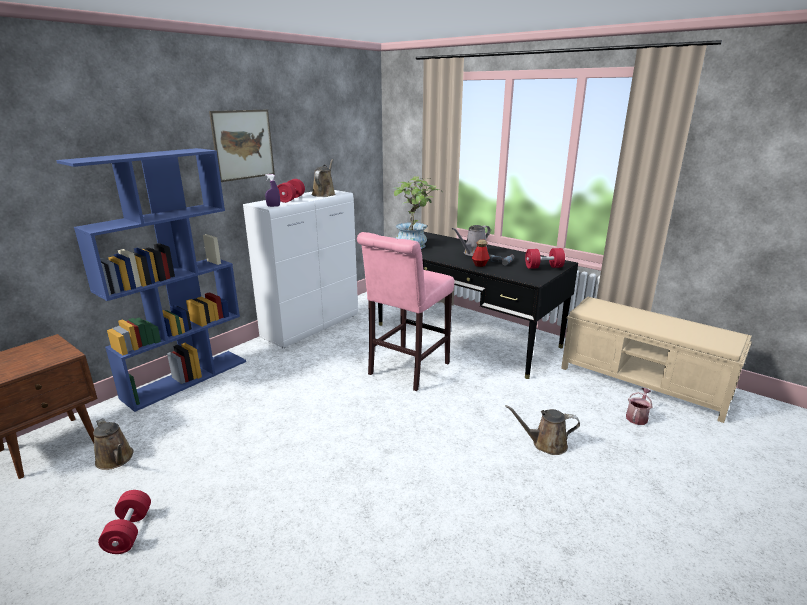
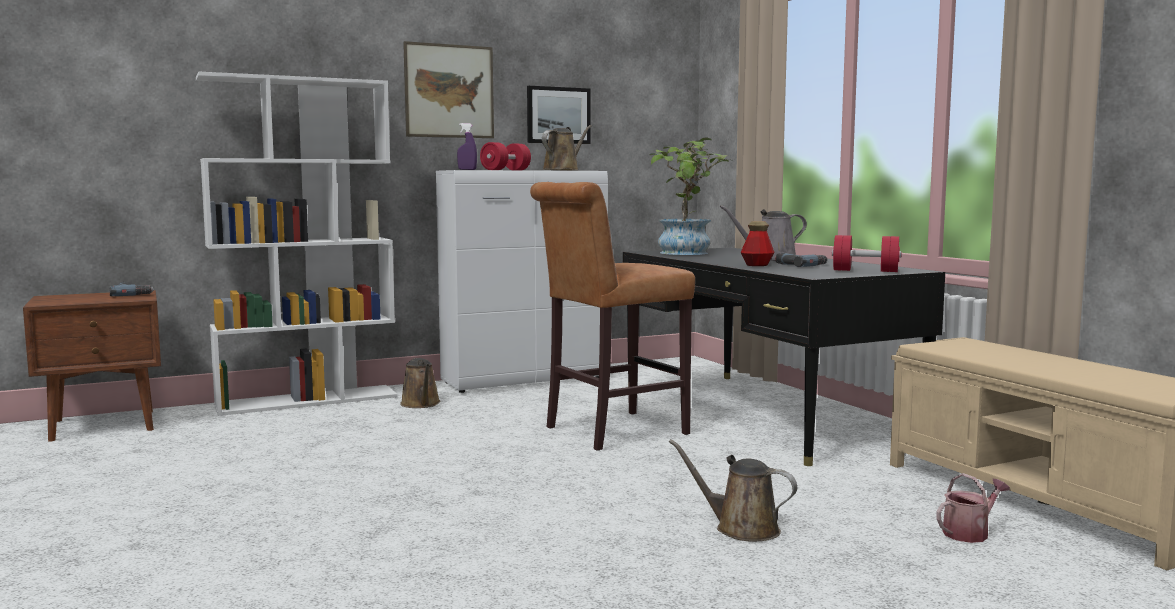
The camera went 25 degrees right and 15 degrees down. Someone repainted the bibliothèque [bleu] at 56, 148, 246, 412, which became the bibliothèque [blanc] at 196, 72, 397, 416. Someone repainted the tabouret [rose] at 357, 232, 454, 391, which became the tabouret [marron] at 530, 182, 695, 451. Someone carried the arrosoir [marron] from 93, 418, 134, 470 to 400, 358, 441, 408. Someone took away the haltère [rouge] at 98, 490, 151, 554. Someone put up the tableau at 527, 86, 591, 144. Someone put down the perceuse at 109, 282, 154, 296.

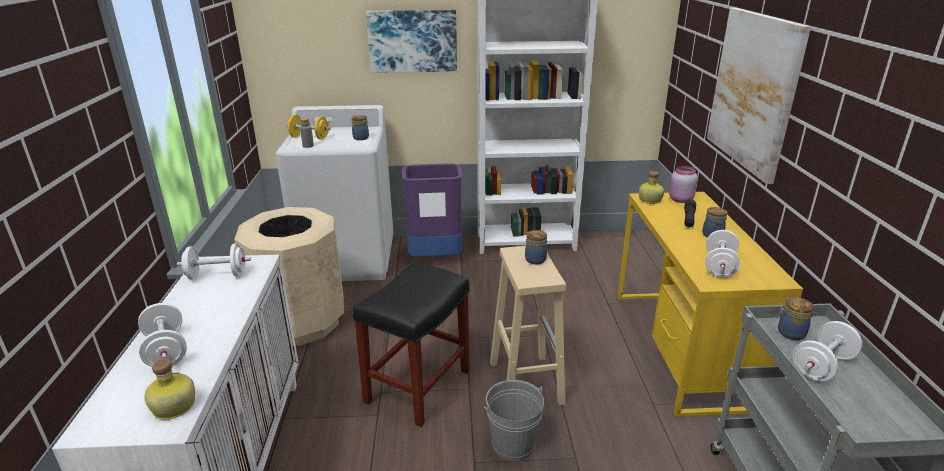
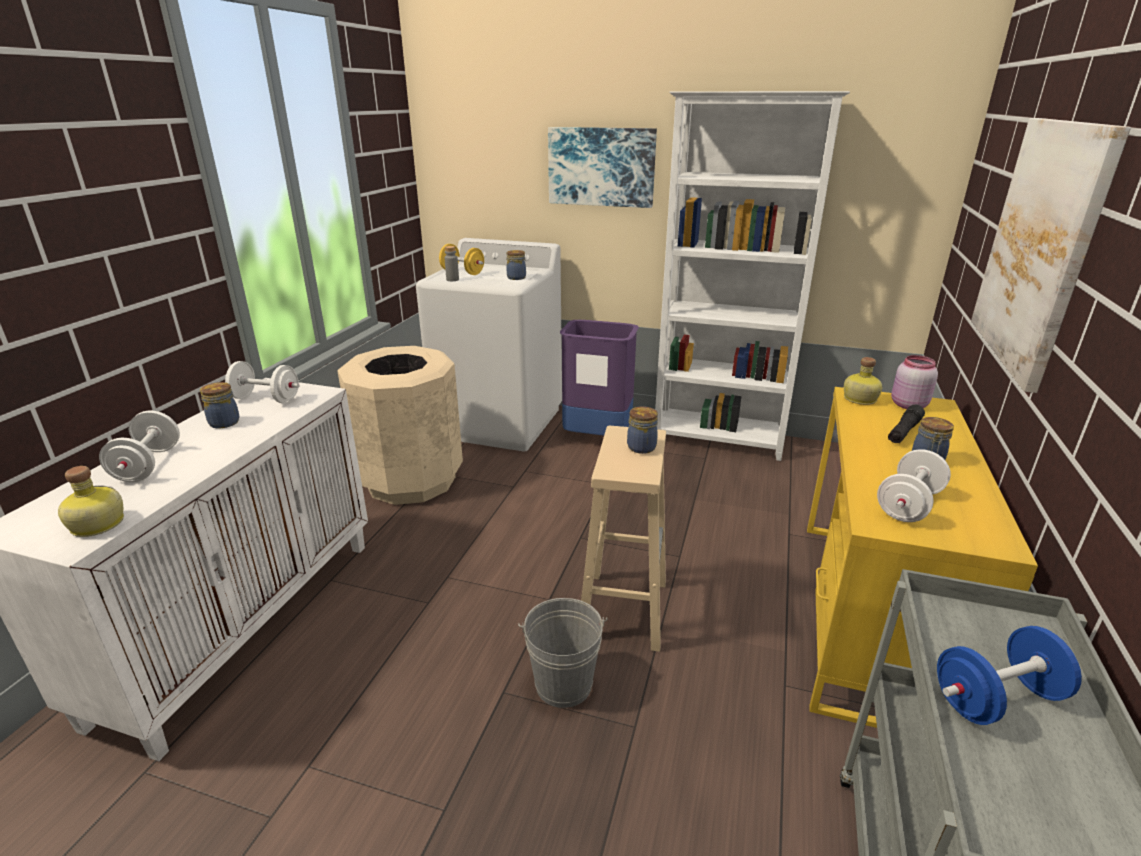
The camera went 20 degrees right and 0 degrees up. Someone took away the tabouret [noir] at 353, 262, 470, 427. Someone carried the bocal from 776, 297, 814, 340 to 200, 382, 239, 428. Someone repainted the haltère [blanc] at 793, 321, 863, 381, which became the haltère [bleu] at 937, 626, 1082, 725.

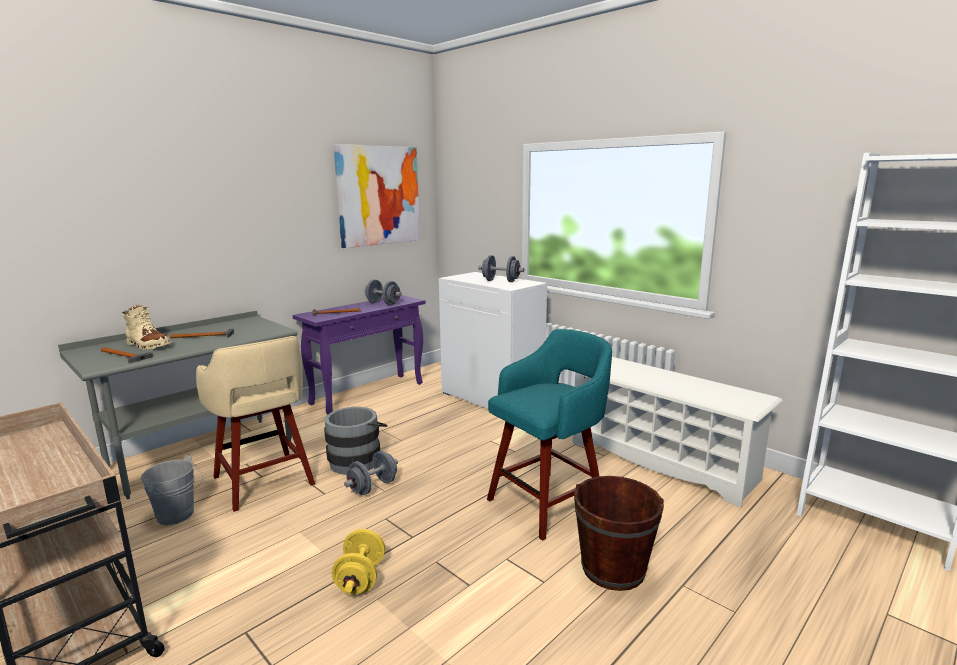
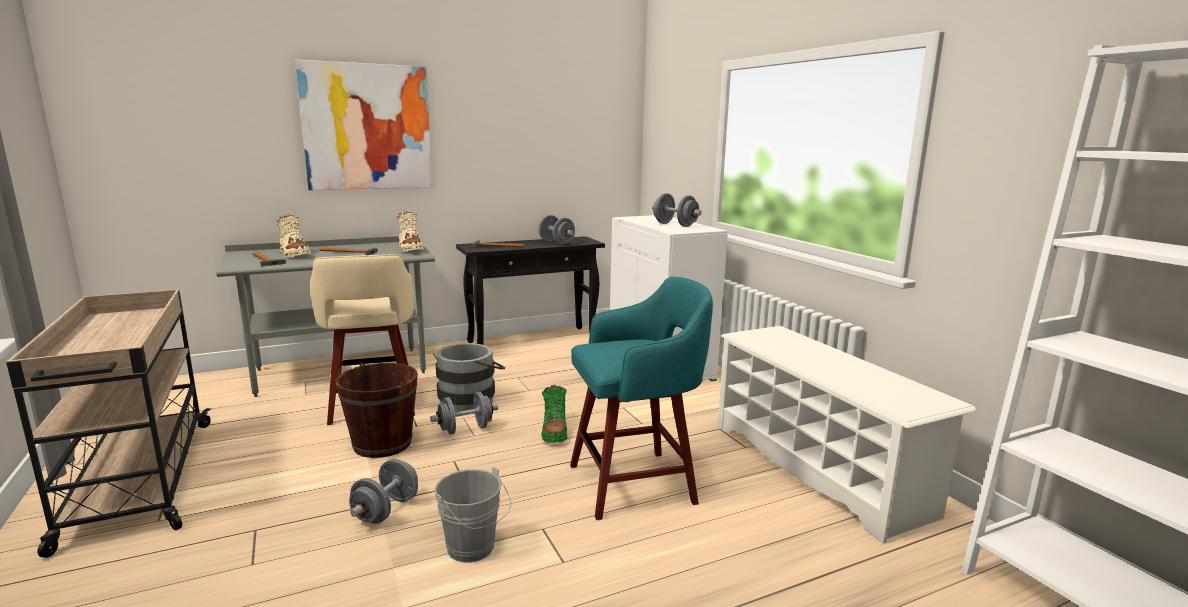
The camera went 20 degrees right and 0 degrees up. Someone carried the tableau from 334, 144, 420, 248 to 295, 60, 432, 190. Someone repainted the table console [violet] at 293, 295, 426, 414, which became the table console [noir] at 456, 236, 605, 345. Someone carried the seau [gris] from 141, 455, 203, 525 to 434, 467, 511, 563. Someone carried the seau [marron] from 574, 476, 664, 591 to 336, 363, 418, 458. Someone repainted the haltère [jaune] at 331, 529, 385, 595, which became the haltère [gris] at 349, 459, 418, 524. Someone put down the botte [beige] at 396, 211, 424, 253. Someone put down the botte [vert] at 542, 385, 567, 443.

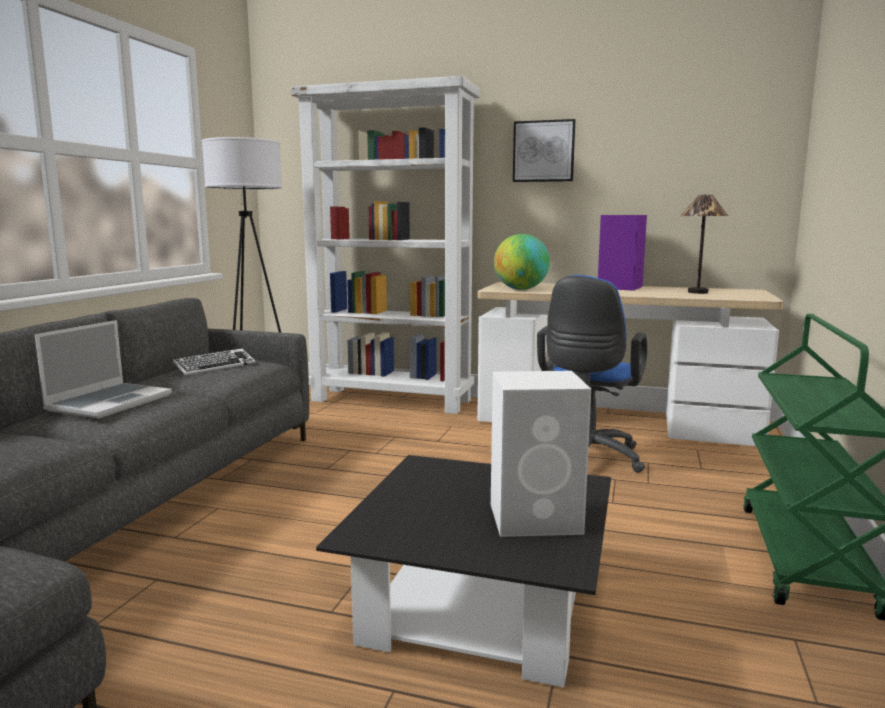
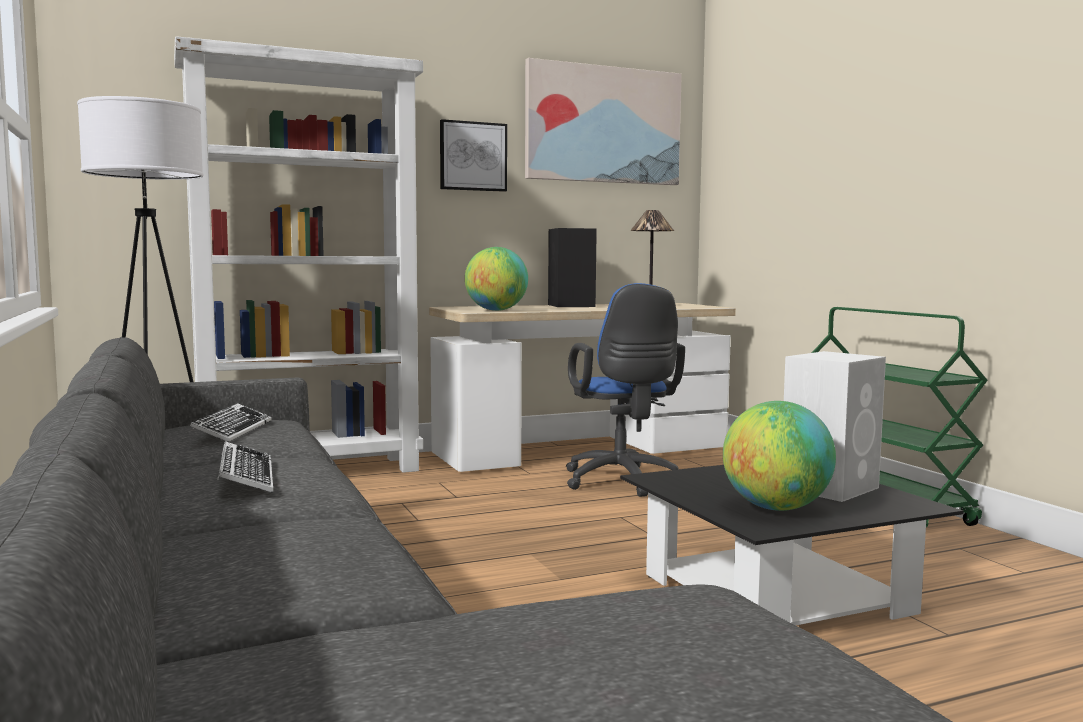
The camera went 40 degrees left and 5 degrees down. Someone repainted the enceinte [violet] at 598, 215, 647, 291, which became the enceinte [noir] at 548, 228, 597, 307. Someone swapped the ordinateur portable at 35, 320, 172, 419 for the clavier at 217, 441, 273, 493. Someone put up the tableau at 525, 58, 682, 185. Someone put down the globe at 723, 401, 836, 511.

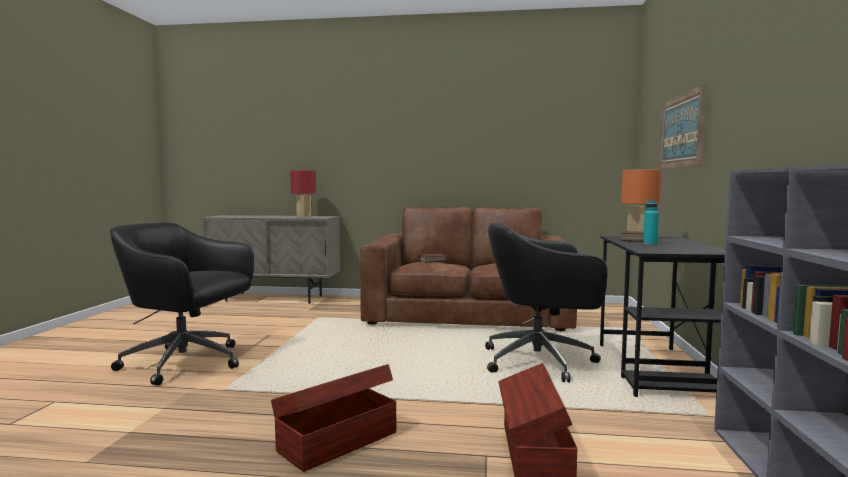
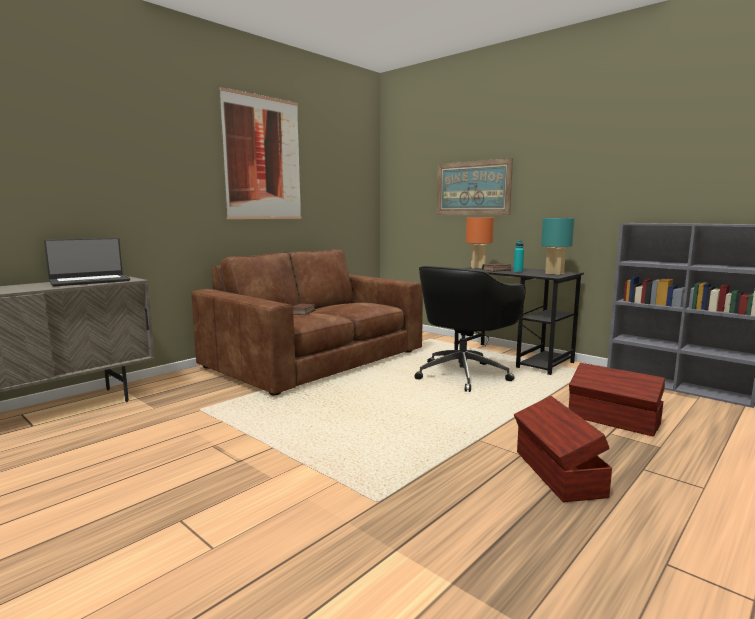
The camera went 55 degrees left and 5 degrees up. Someone swapped the lampe de table [rouge] at 290, 170, 316, 217 for the ordinateur portable at 44, 238, 130, 287. Someone took away the chaise de bureau [noir] at 110, 223, 254, 385. Someone put up the tableau at 219, 87, 301, 219. Someone put down the lampe de table [turquoise] at 541, 218, 574, 275.

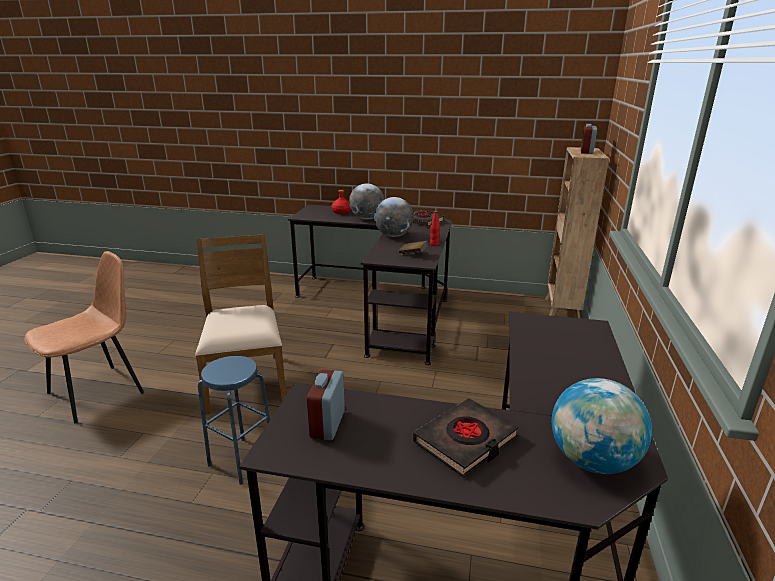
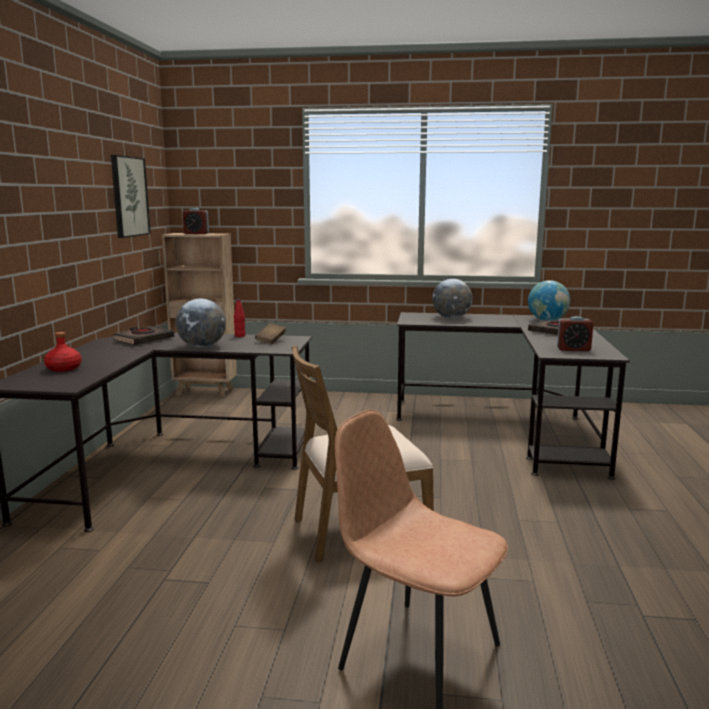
The camera went 95 degrees left and 10 degrees down. Someone carried the globe from 349, 183, 385, 220 to 432, 279, 473, 319. Someone took away the tabouret [bleu] at 198, 356, 270, 485. Someone put up the tableau at 111, 155, 151, 238.

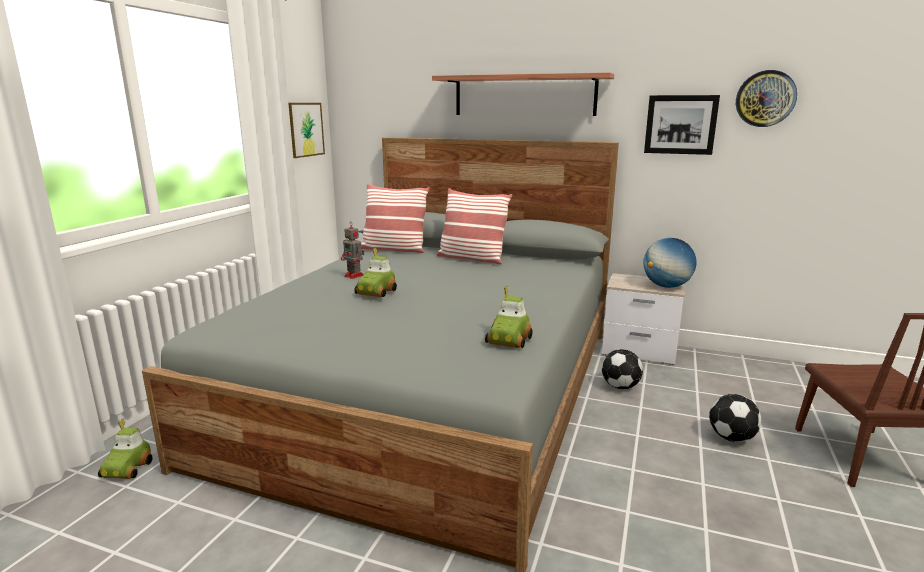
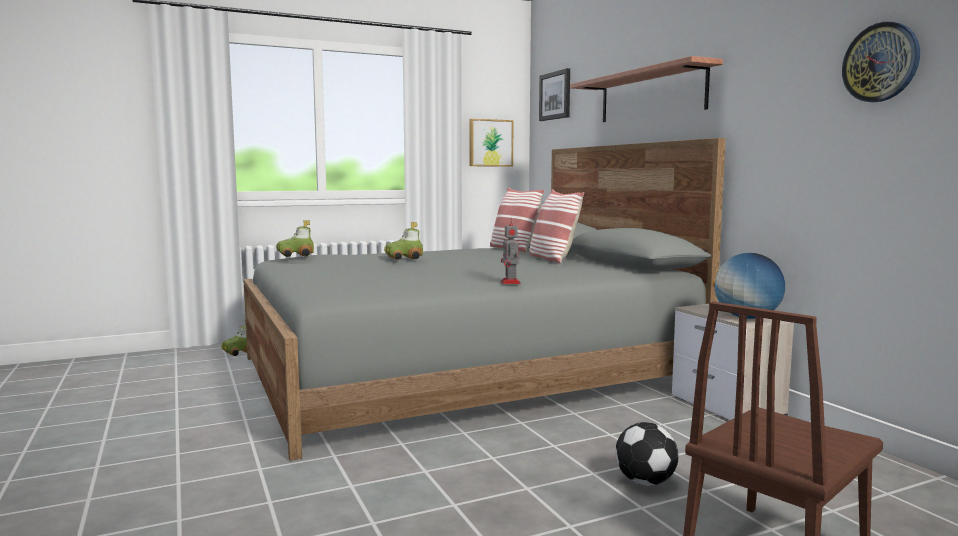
The camera went 45 degrees right and 10 degrees down. Someone carried the tableau from 644, 95, 720, 155 to 539, 68, 570, 121. Someone carried the robot jouet from 341, 222, 364, 279 to 501, 218, 521, 284. Someone carried the petite voiture from 485, 286, 532, 348 to 276, 220, 314, 257. Someone took away the ballon de foot at 602, 349, 643, 389.

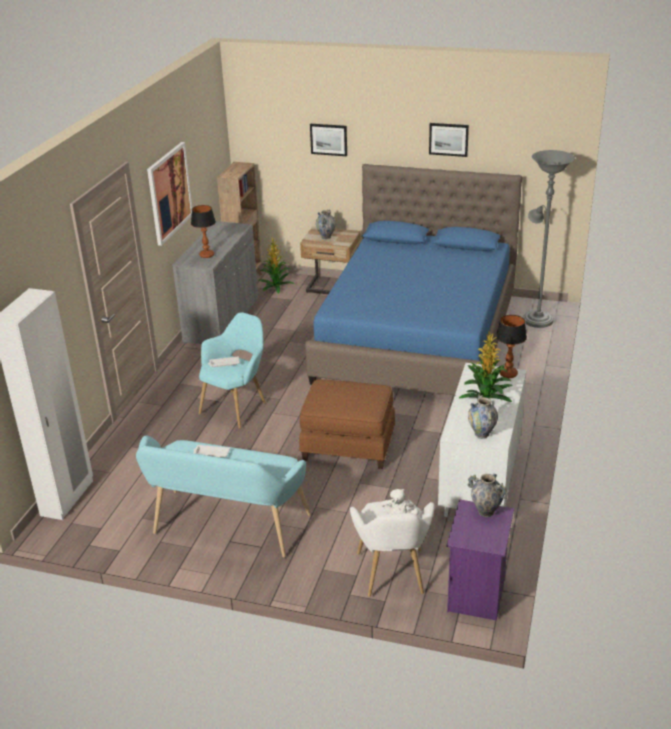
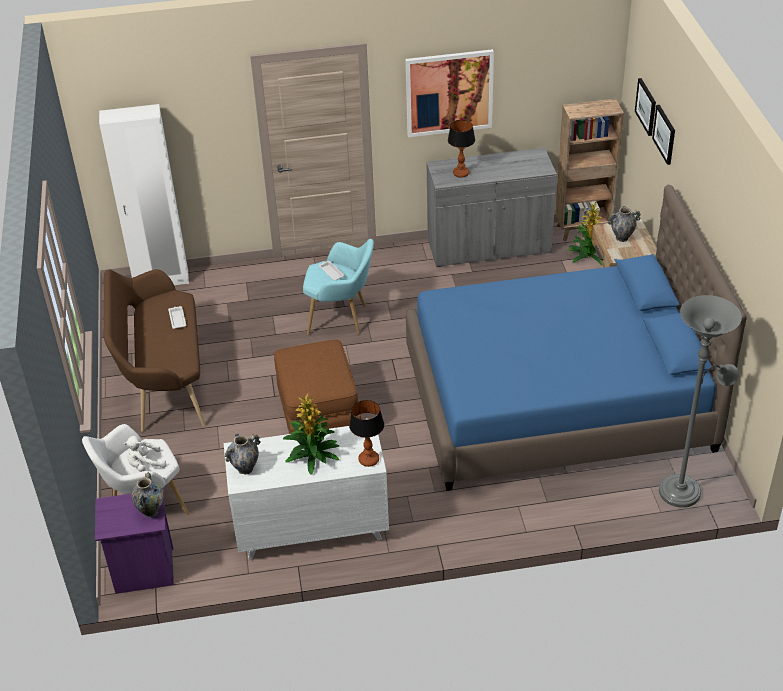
The camera went 65 degrees right and 10 degrees up. Someone carried the tableau from 429, 123, 469, 157 to 635, 78, 656, 136. Someone repainted the banc [turquoise] at 136, 436, 311, 558, which became the banc [marron] at 104, 269, 206, 432.

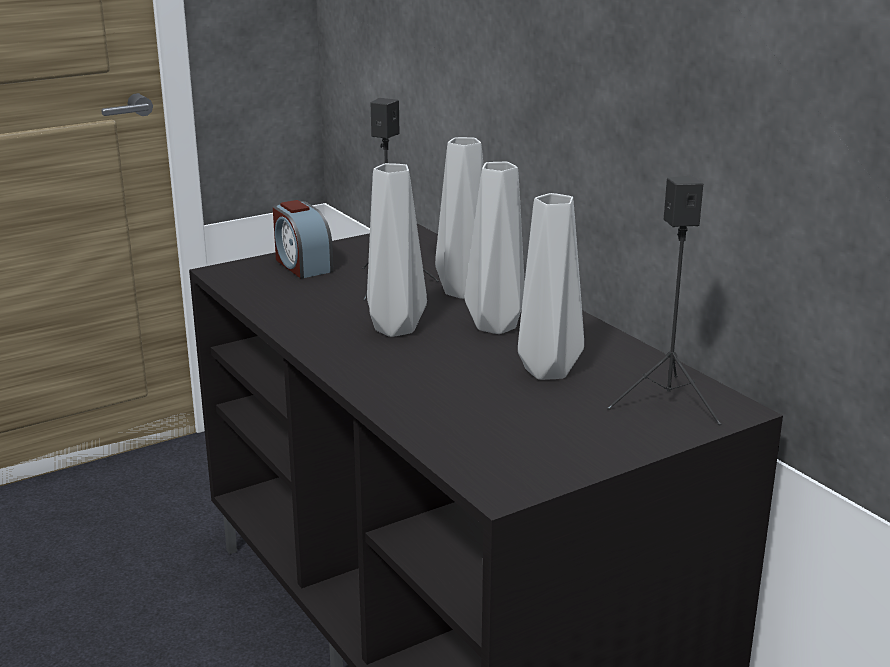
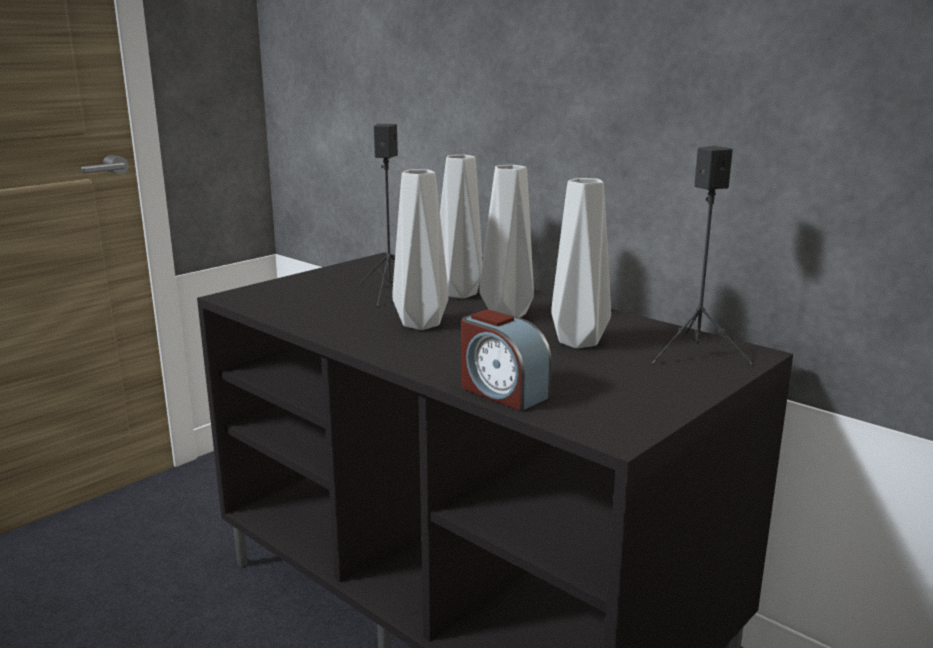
The camera went 15 degrees left and 5 degrees down. Someone carried the réveil from 273, 200, 334, 279 to 461, 309, 552, 411.

